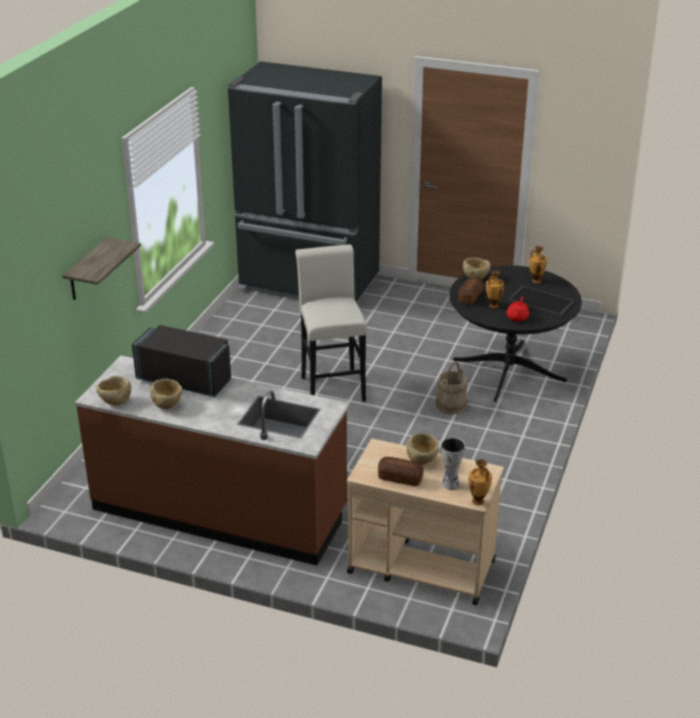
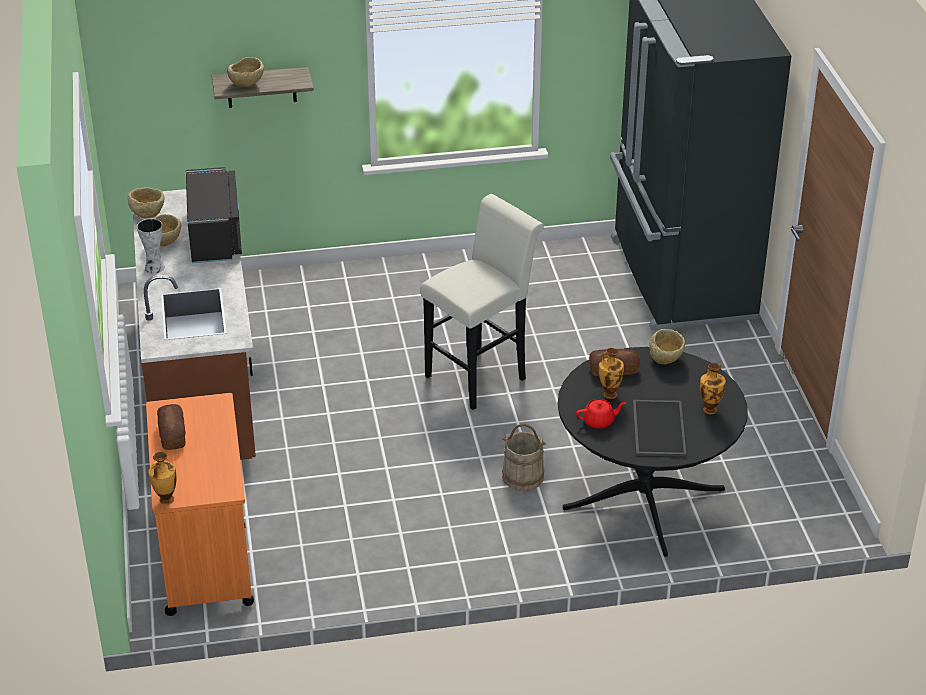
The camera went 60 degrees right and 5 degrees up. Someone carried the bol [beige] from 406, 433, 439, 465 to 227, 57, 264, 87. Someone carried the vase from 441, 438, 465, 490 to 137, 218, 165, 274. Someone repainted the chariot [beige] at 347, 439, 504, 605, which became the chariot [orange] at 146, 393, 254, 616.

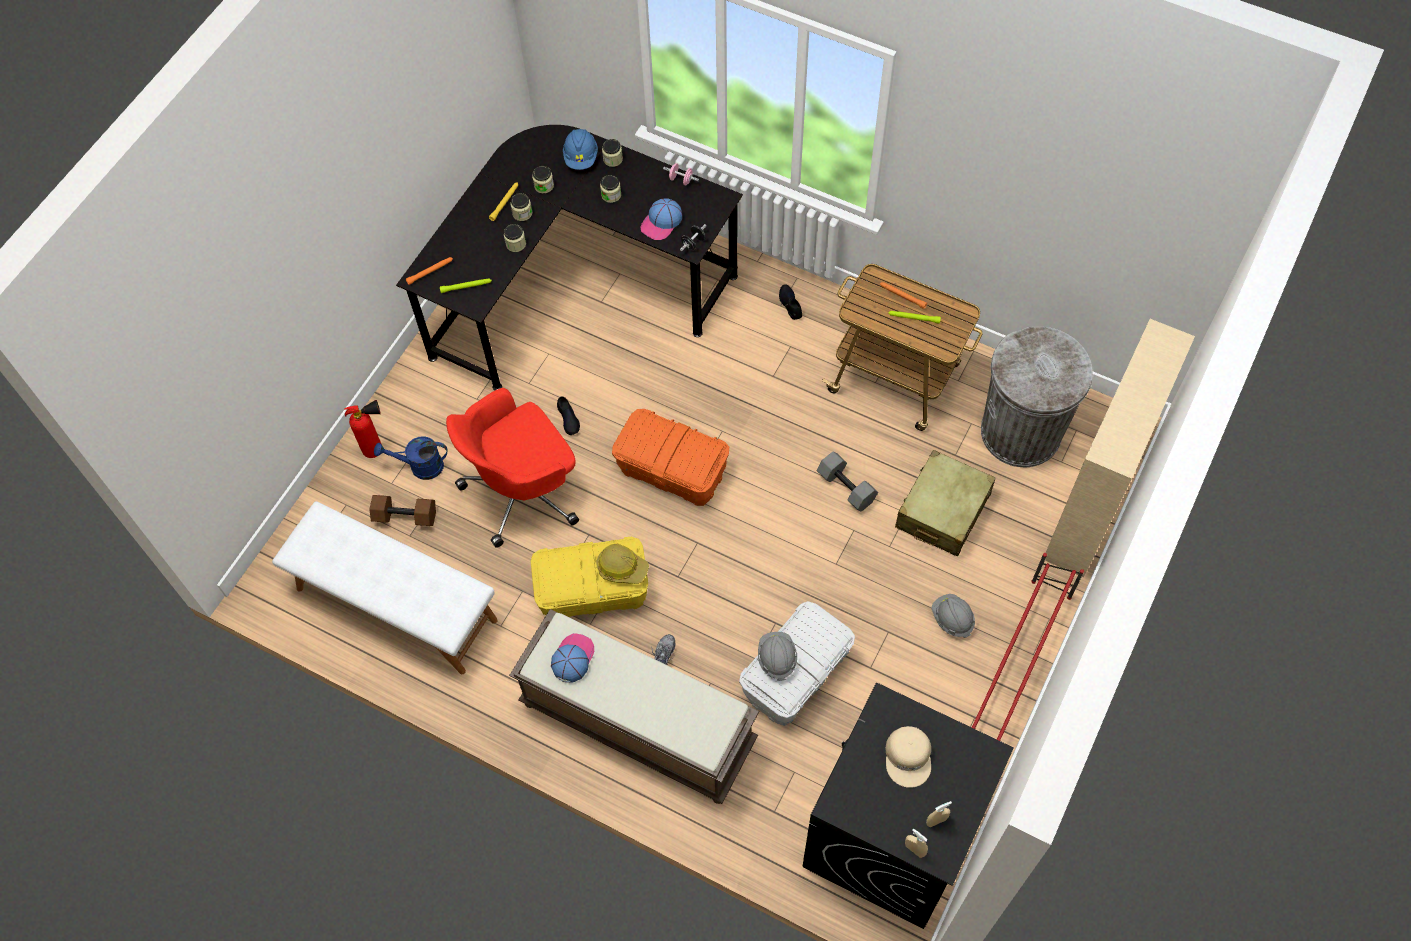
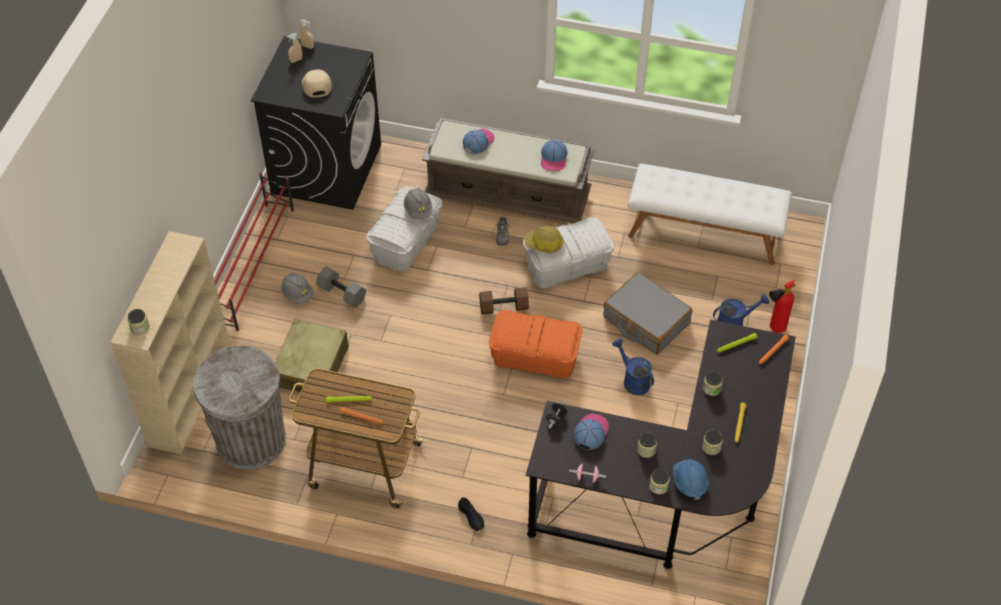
The camera went 165 degrees right and 10 degrees down. Someone carried the bocal from 510, 193, 532, 221 to 128, 309, 150, 335. Someone swapped the chaise de bureau [rouge] at 446, 388, 579, 548 for the valise [gris] at 603, 272, 692, 355. Someone swapped the chaussure [noir] at 557, 396, 580, 435 for the arrosoir [bleu] at 612, 339, 654, 395. Someone carried the haltère [gris] from 817, 451, 878, 512 to 316, 266, 366, 308. Someone carried the haltère [marron] from 369, 495, 436, 526 to 479, 287, 529, 315. Someone repainted the boîte de rangement [jaune] at 531, 537, 648, 617, which became the boîte de rangement [blanc] at 523, 217, 614, 289. Someone put down the casquette at 463, 129, 494, 154.

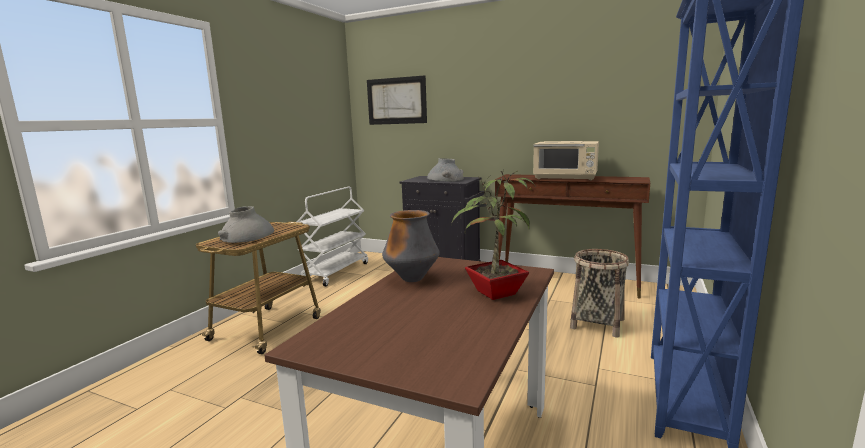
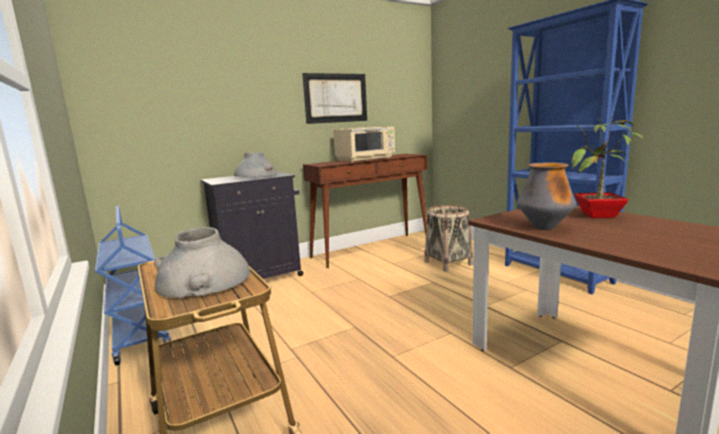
The camera went 55 degrees left and 0 degrees up. Someone carried the tableau from 367, 75, 427, 125 to 302, 73, 367, 124. Someone repainted the chariot [blanc] at 297, 187, 368, 286, which became the chariot [bleu] at 95, 206, 171, 366.

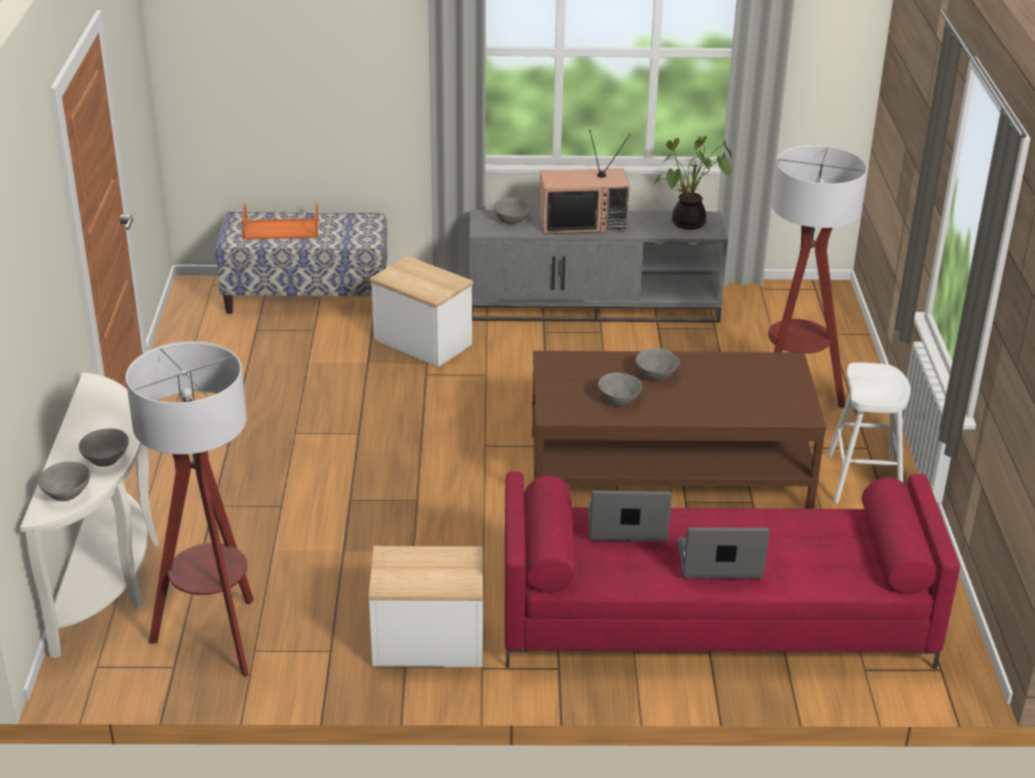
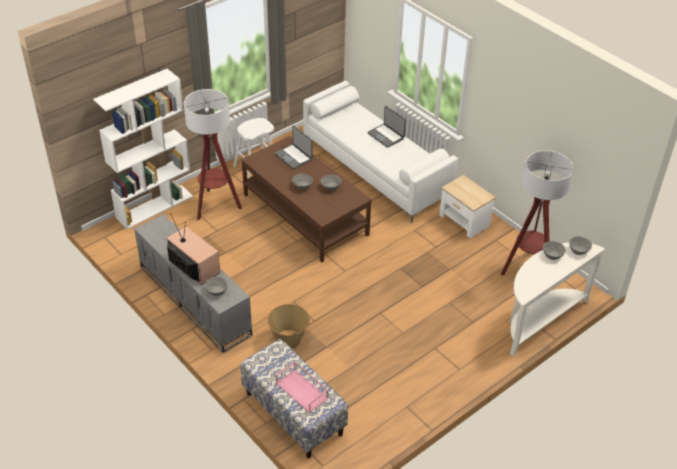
The camera went 130 degrees left and 10 degrees up. Someone took away the plante en pot at 654, 136, 732, 230. Someone repainted the plateau [orange] at 241, 202, 319, 240, which became the plateau [rose] at 276, 361, 329, 413. Someone swapped the table d'appoint at 370, 256, 473, 367 for the panier at 267, 304, 310, 349. Someone repainted the canapé [rouge] at 505, 471, 960, 669, which became the canapé [blanc] at 303, 81, 458, 223. Someone carried the ordinateur portable from 588, 490, 672, 542 to 275, 125, 313, 170. Someone put down the bibliothèque [blanc] at 93, 69, 193, 229.

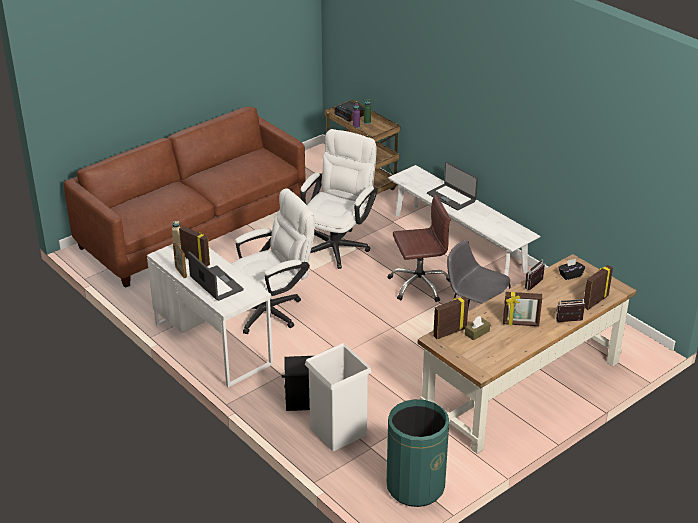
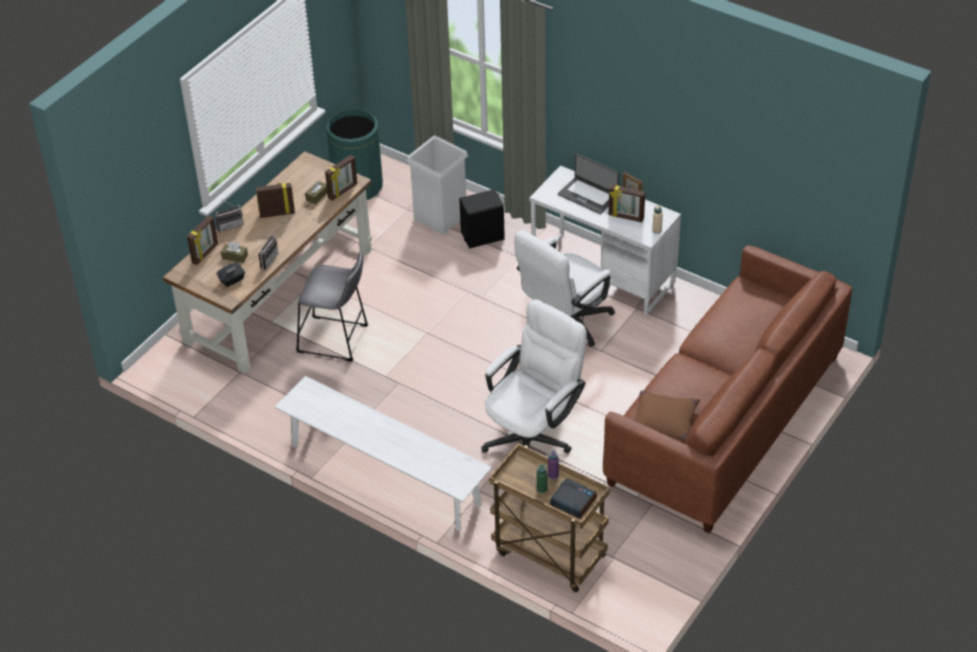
The camera went 165 degrees right and 10 degrees up. Someone rotated the chaise de bureau [blanc] at 300, 129, 378, 269 by 150 degrees counterclockwise. Someone took away the ordinateur portable at 427, 162, 478, 211. Someone took away the chaise de bureau [marron] at 387, 194, 451, 302. Someone put down the boîte à mouchoirs [marron] at 221, 242, 248, 263. Someone put down the coussin [marron] at 634, 391, 700, 441.

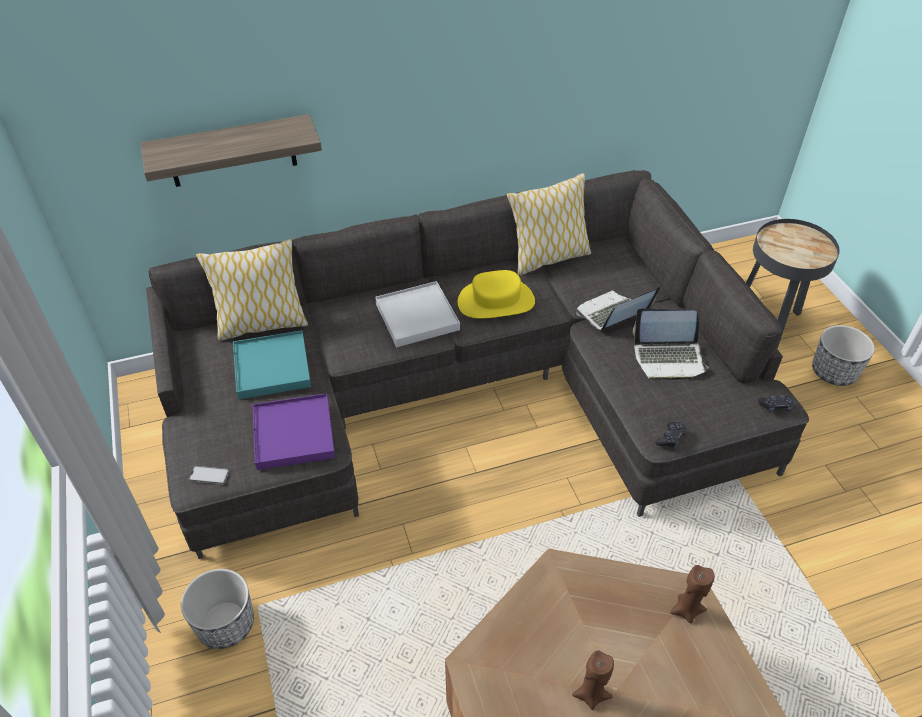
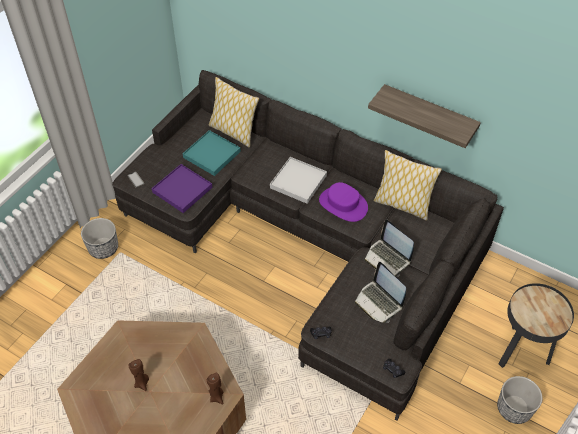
The camera went 50 degrees right and 5 degrees up. Someone carried the étagère from 141, 114, 322, 187 to 368, 84, 481, 148. Someone repainted the chapeau [jaune] at 458, 270, 535, 319, which became the chapeau [violet] at 319, 182, 368, 222. Someone rotated the ordinateur portable at 576, 287, 660, 330 by 150 degrees counterclockwise.

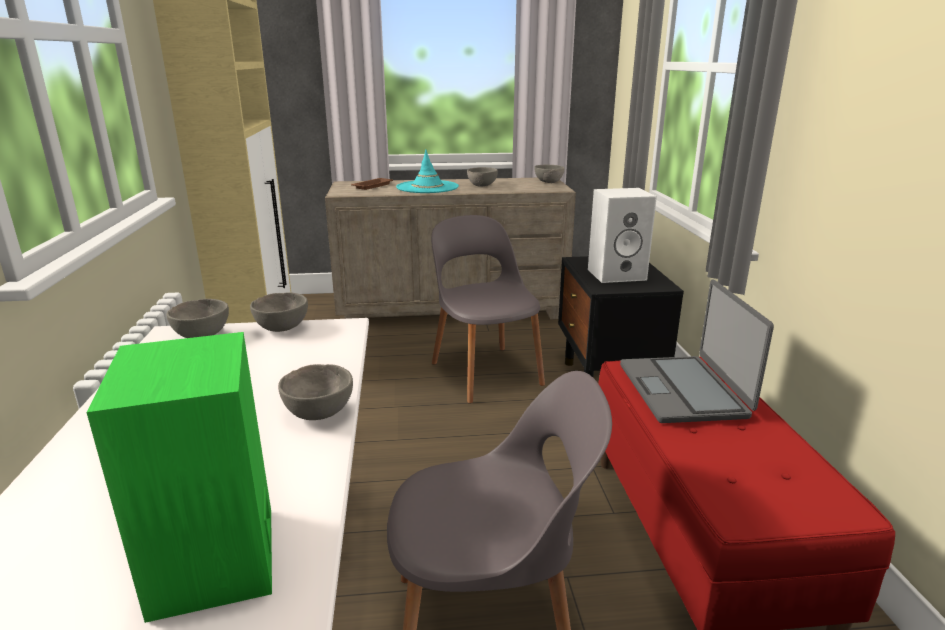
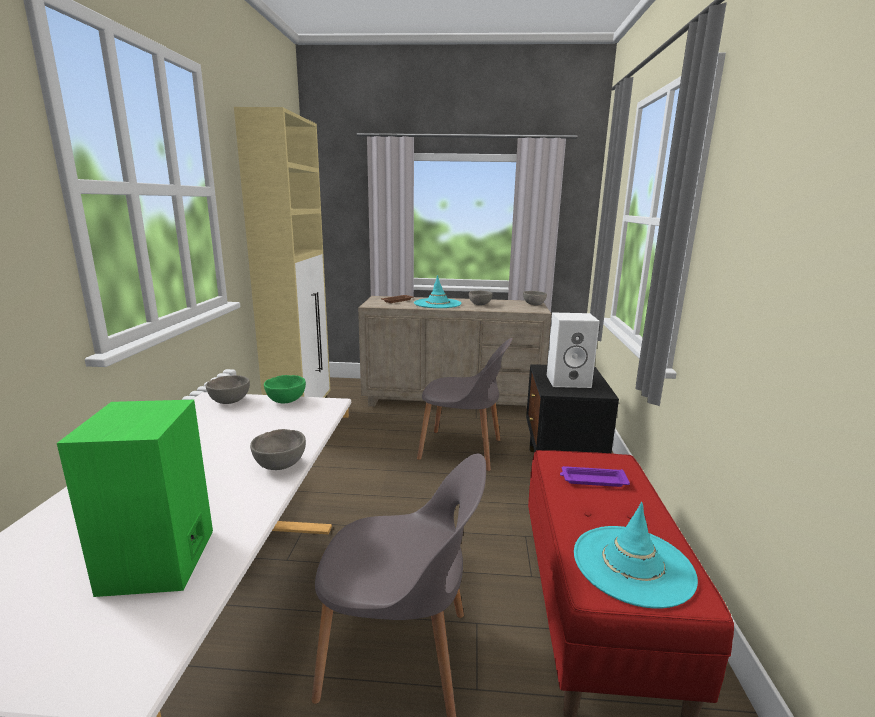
The camera went 10 degrees right and 5 degrees down. Someone rotated the chaise [gris] at 431, 215, 545, 404 by 120 degrees clockwise. Someone swapped the ordinateur portable at 620, 279, 774, 423 for the plateau [violet] at 560, 466, 630, 487. Someone repainted the bol [gris] at 250, 292, 308, 332, which became the bol [vert] at 264, 375, 306, 403. Someone put down the chapeau [turquoise] at 574, 502, 698, 609.

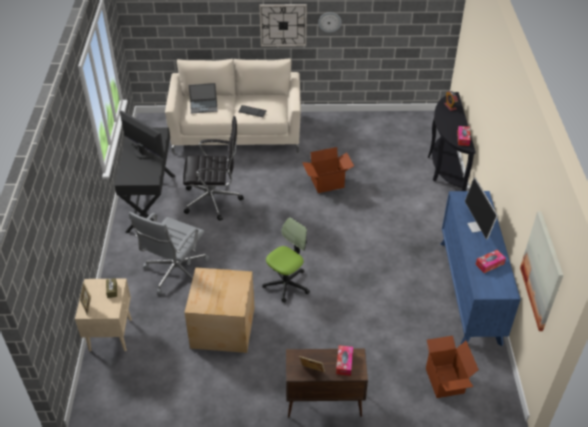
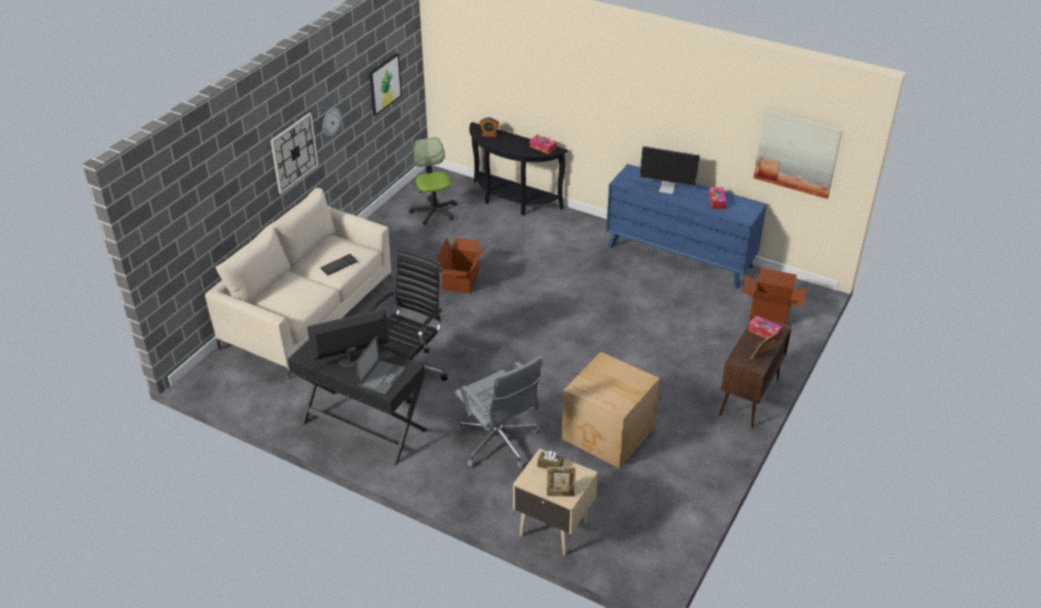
The camera went 60 degrees left and 5 degrees down. Someone carried the ordinateur portable from 189, 83, 218, 114 to 355, 336, 406, 395. Someone carried the chaise de bureau from 262, 217, 310, 303 to 409, 137, 457, 225. Someone put up the tableau at 369, 53, 402, 116.

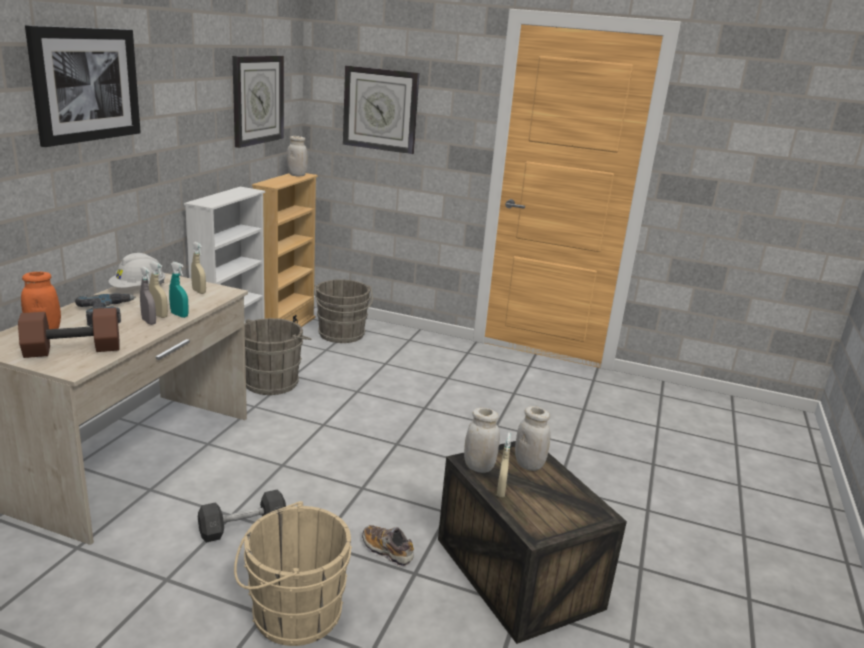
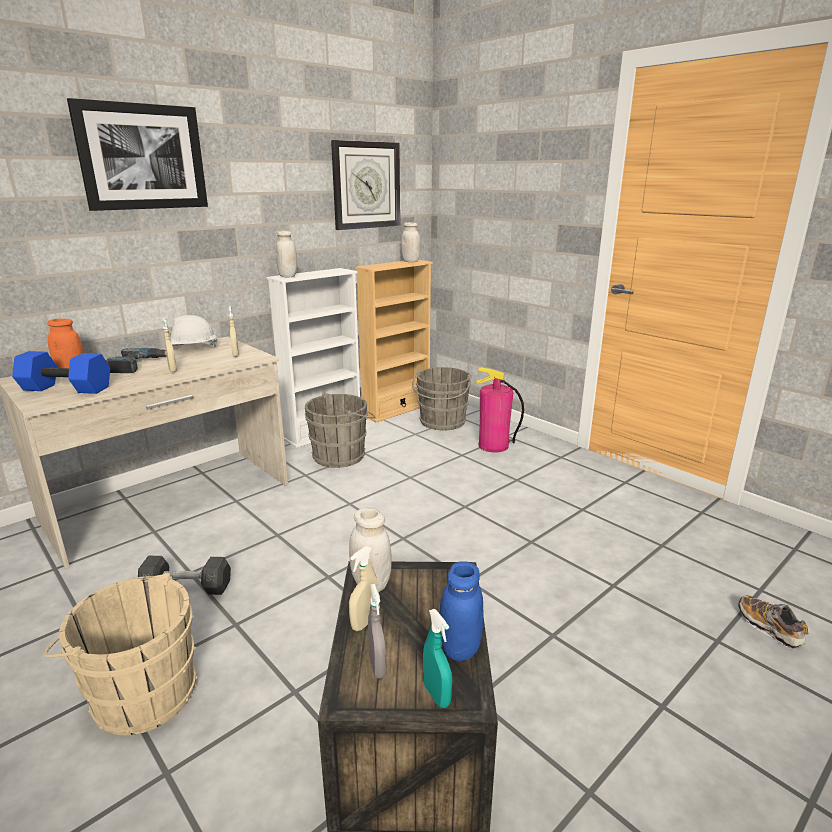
The camera went 30 degrees right and 0 degrees up. Someone took away the horloge murale at 343, 65, 419, 154. Someone carried the vaporisateur [turquoise] from 169, 262, 189, 318 to 423, 609, 452, 708. Someone carried the vaporisateur [gris] from 140, 267, 156, 325 to 368, 584, 386, 679. Someone repainted the haltère [marron] at 18, 308, 120, 358, which became the haltère [bleu] at 12, 351, 110, 394. Someone carried the bocal [blanc] from 515, 406, 550, 471 to 276, 231, 297, 277. Someone carried the chaussure from 362, 525, 414, 567 to 738, 595, 808, 649. Someone put down the extincteur at 475, 368, 524, 452. Someone put down the bocal [bleu] at 439, 561, 484, 661.

